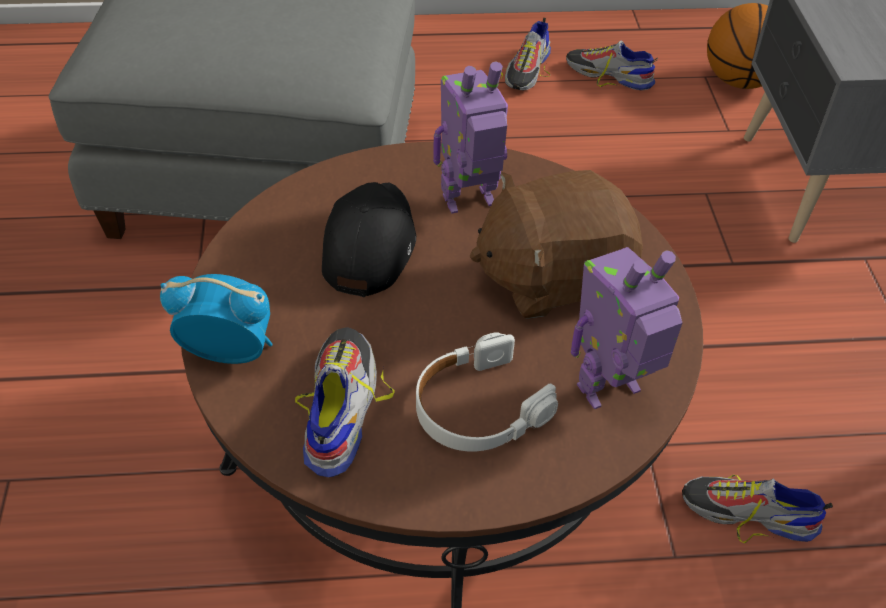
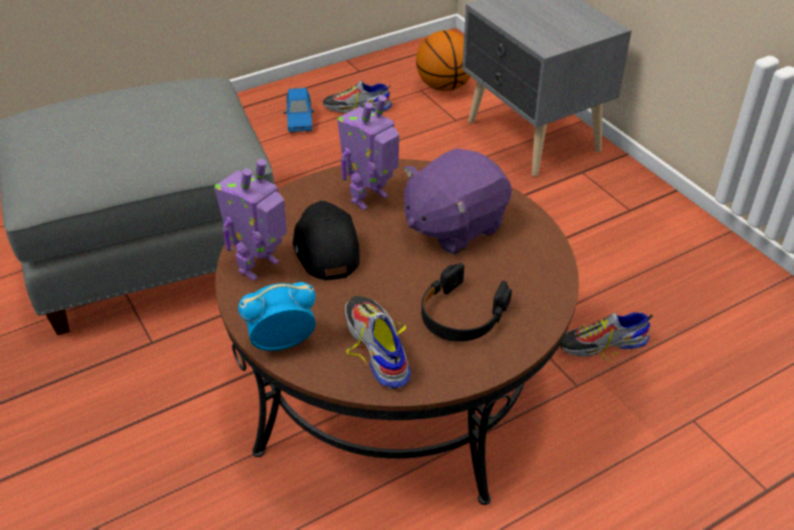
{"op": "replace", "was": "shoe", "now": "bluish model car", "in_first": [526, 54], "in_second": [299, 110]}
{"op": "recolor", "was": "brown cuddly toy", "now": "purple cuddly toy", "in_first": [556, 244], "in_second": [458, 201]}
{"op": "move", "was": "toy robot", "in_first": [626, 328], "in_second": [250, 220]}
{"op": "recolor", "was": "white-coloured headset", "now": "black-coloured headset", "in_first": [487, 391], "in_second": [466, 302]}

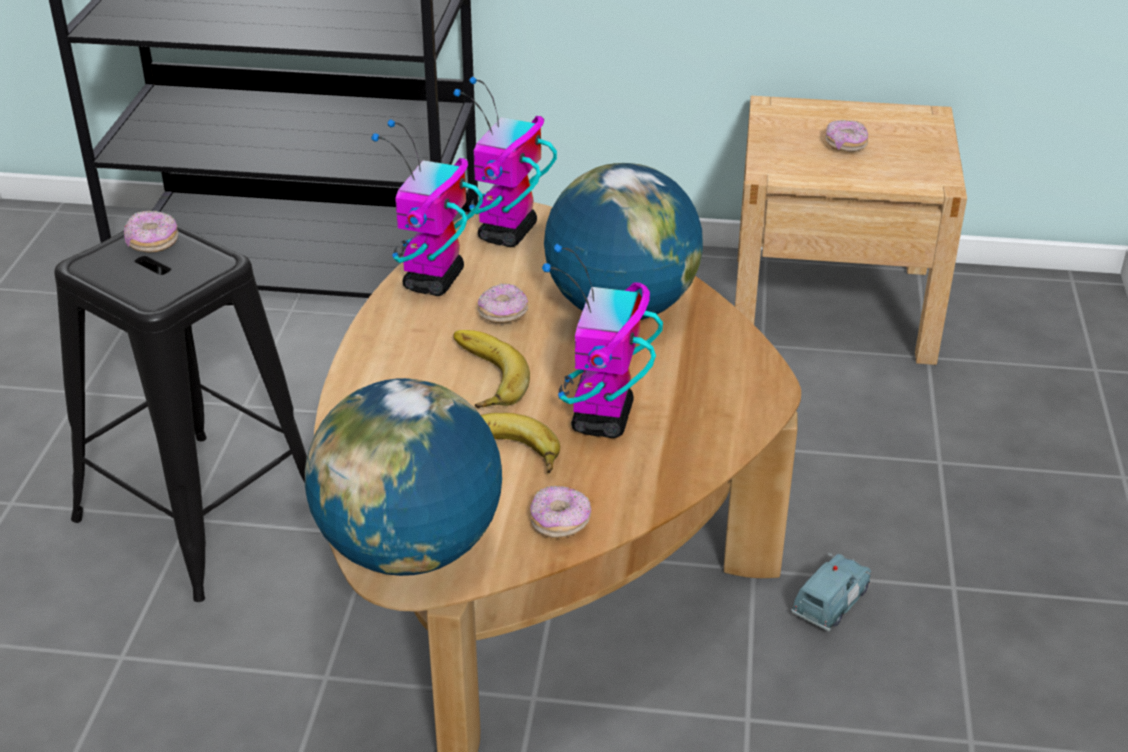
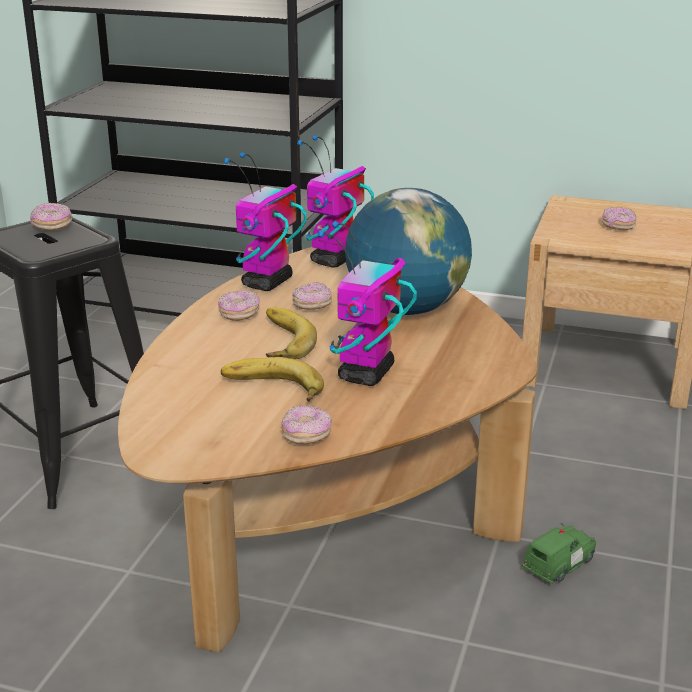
{"op": "delete", "was": "desk globe", "in_first": [403, 477]}
{"op": "recolor", "was": "bluish model car", "now": "greenish model car", "in_first": [831, 592], "in_second": [559, 553]}
{"op": "insert", "now": "donut", "in_second": [239, 306]}

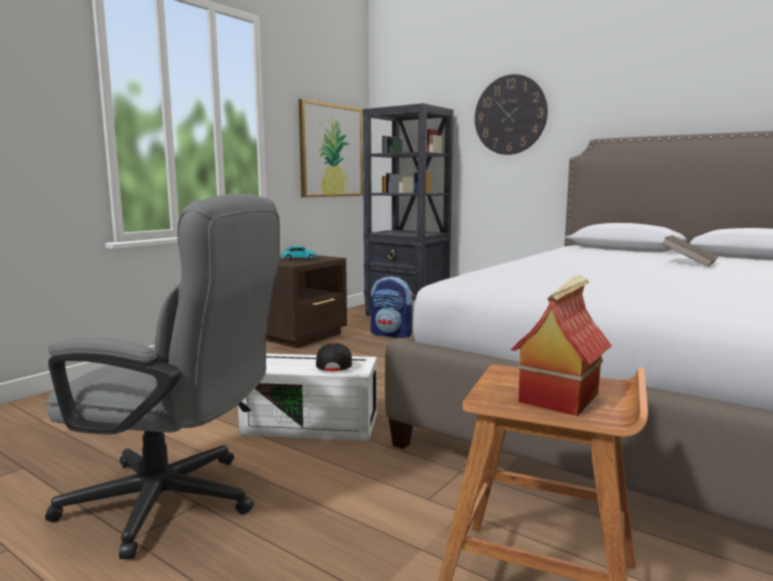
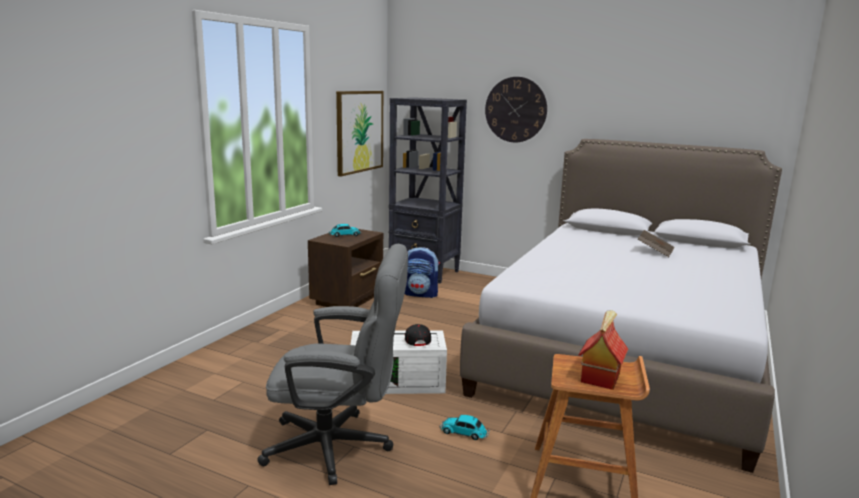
{"op": "insert", "now": "model car", "in_second": [464, 427]}

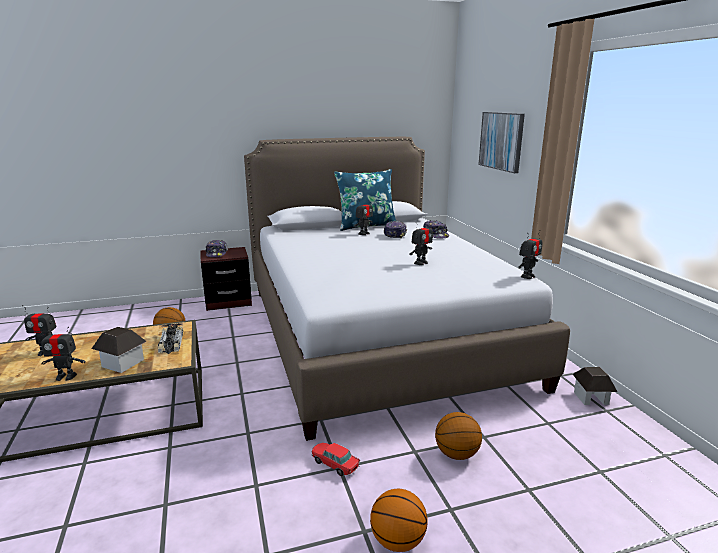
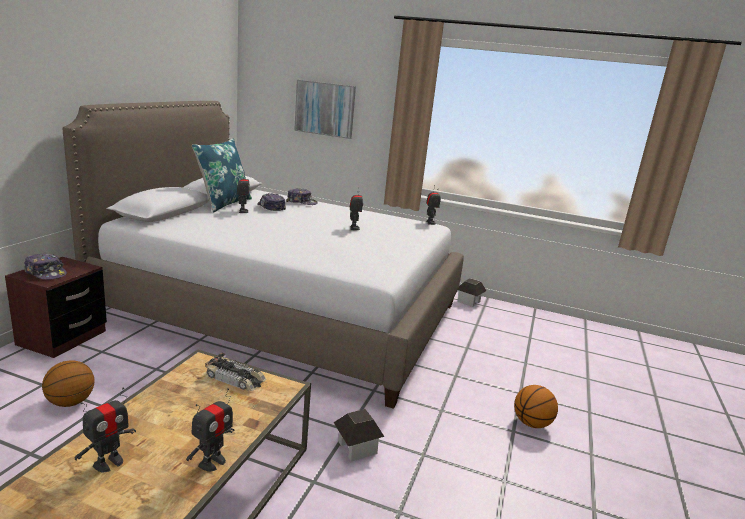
{"op": "move", "was": "model house", "in_first": [119, 350], "in_second": [359, 435]}
{"op": "delete", "was": "ball for basketball", "in_first": [458, 436]}
{"op": "delete", "was": "model car", "in_first": [335, 459]}

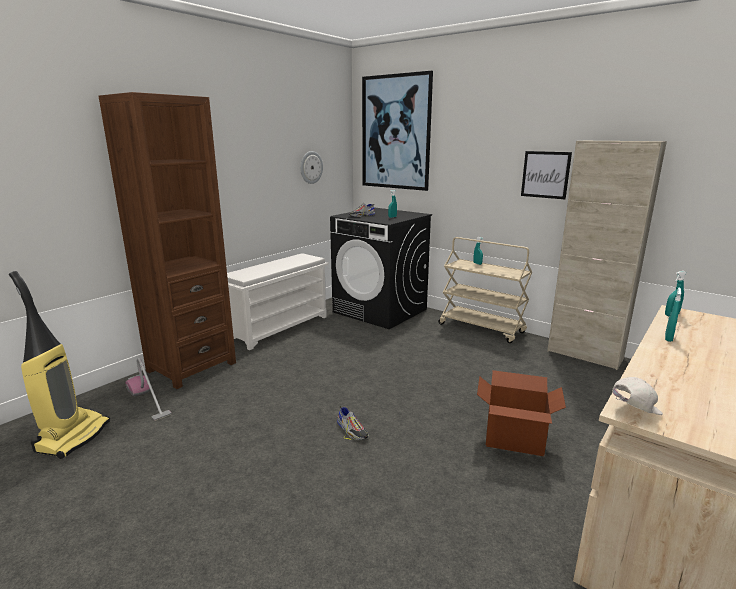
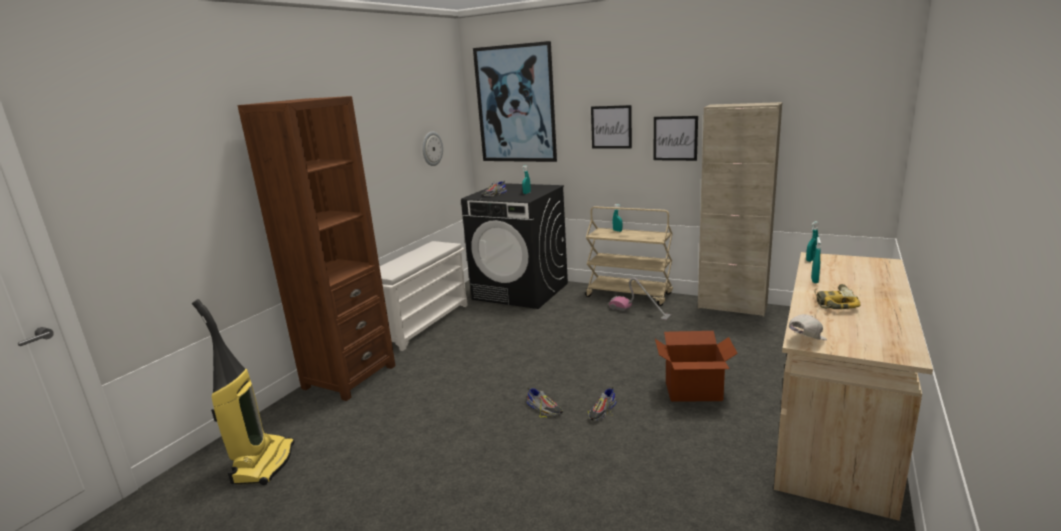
{"op": "move", "was": "hoover", "in_first": [148, 389], "in_second": [640, 299]}
{"op": "insert", "now": "picture", "in_second": [611, 126]}
{"op": "insert", "now": "drill", "in_second": [837, 296]}
{"op": "insert", "now": "shoe", "in_second": [602, 404]}

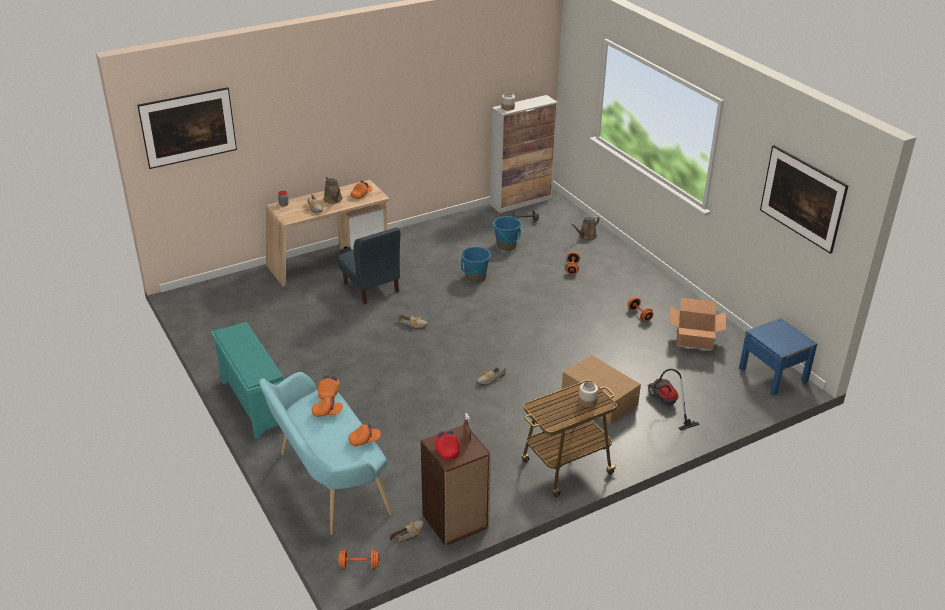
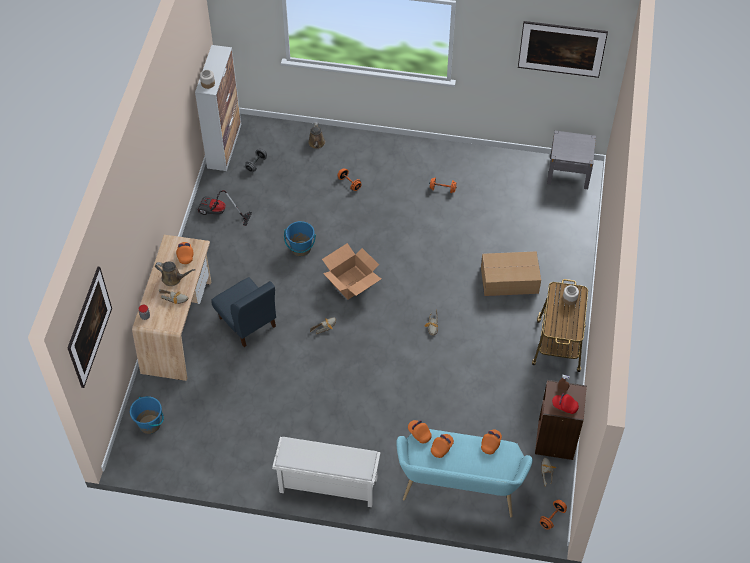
{"op": "move", "was": "bluish pail", "in_first": [507, 233], "in_second": [147, 415]}
{"op": "rotate", "was": "bluish chair", "in_first": [369, 265], "in_second": [244, 312], "clockwise": 45}
{"op": "move", "was": "packing box", "in_first": [697, 324], "in_second": [351, 271]}
{"op": "recolor", "was": "bluish nightstand", "now": "gray nightstand", "in_first": [778, 357], "in_second": [571, 160]}
{"op": "recolor", "was": "turquoise shoe rack", "now": "white-coloured shoe rack", "in_first": [248, 380], "in_second": [326, 472]}
{"op": "move", "was": "hoover", "in_first": [674, 400], "in_second": [225, 208]}

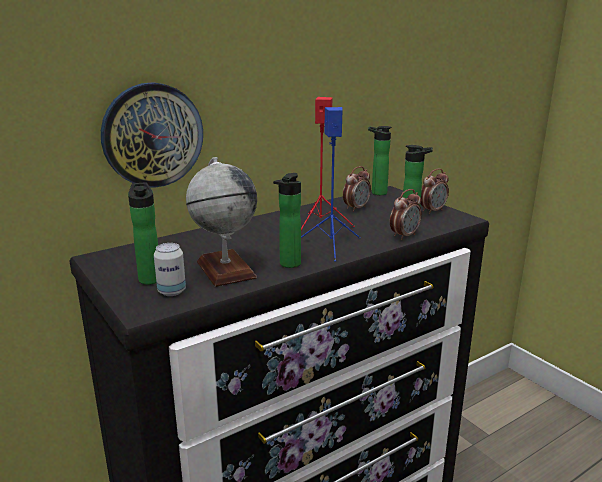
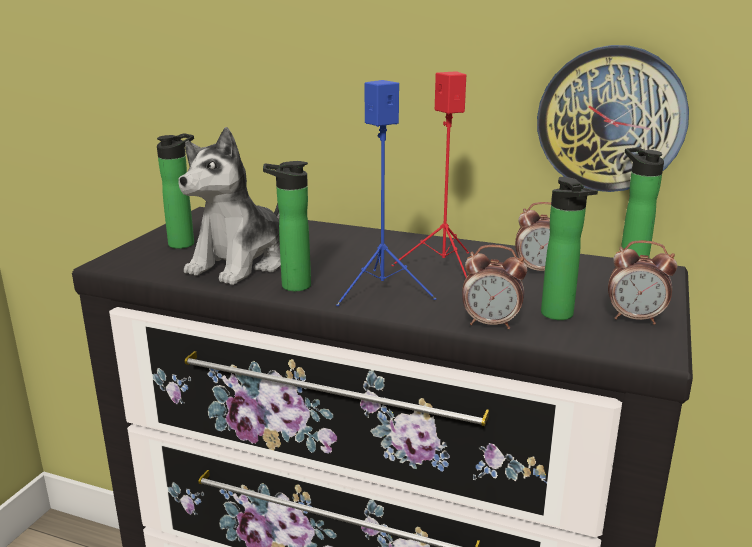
{"op": "move", "was": "clock on the wall", "in_first": [152, 135], "in_second": [613, 118]}
{"op": "replace", "was": "desk globe", "now": "cuddly toy", "in_first": [221, 222], "in_second": [229, 206]}
{"op": "delete", "was": "sealed can", "in_first": [170, 269]}

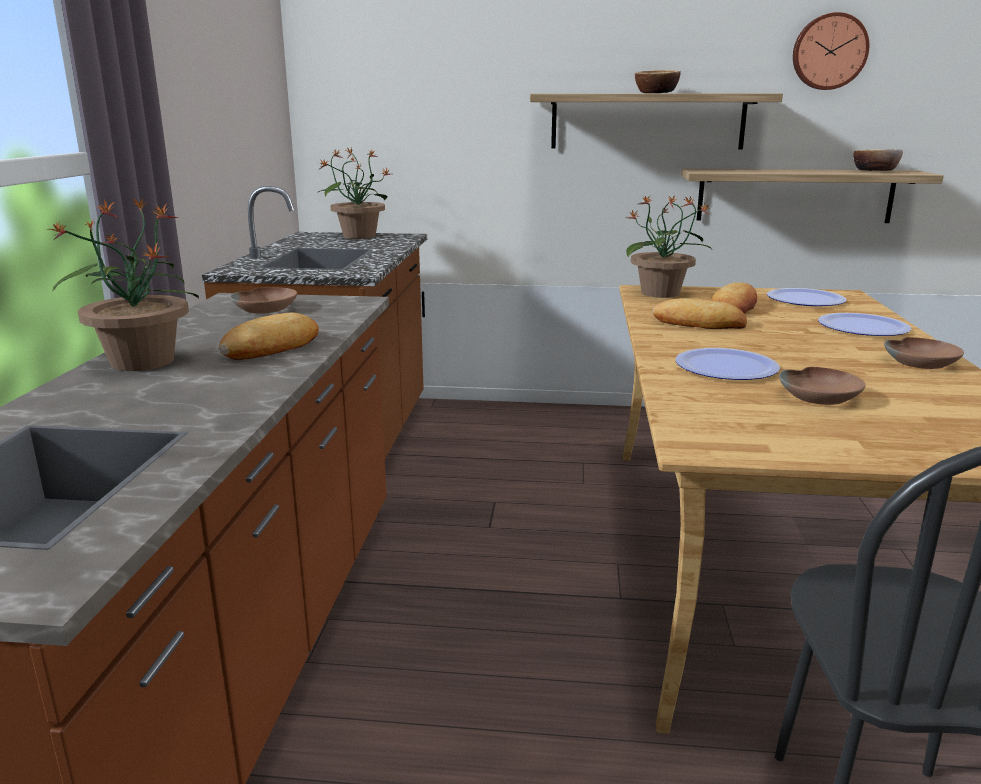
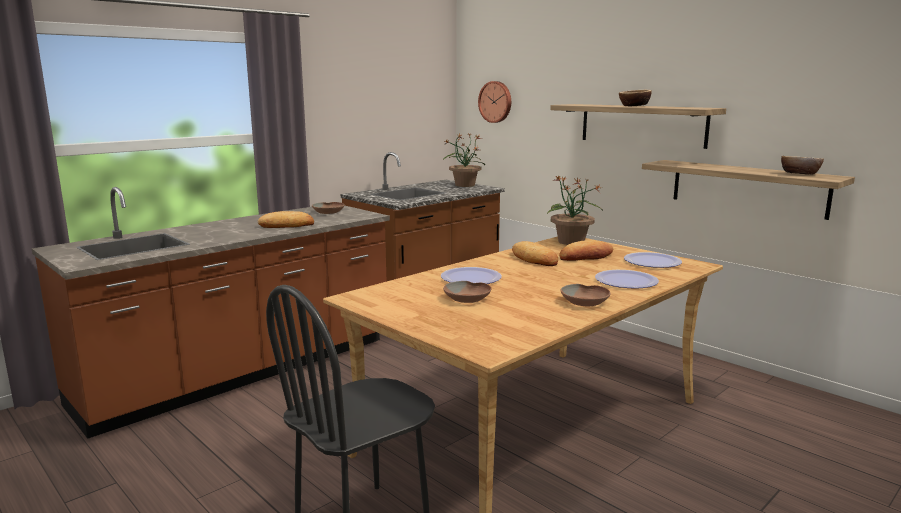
{"op": "move", "was": "clock on the wall", "in_first": [831, 51], "in_second": [494, 102]}
{"op": "delete", "was": "potted plant", "in_first": [123, 284]}

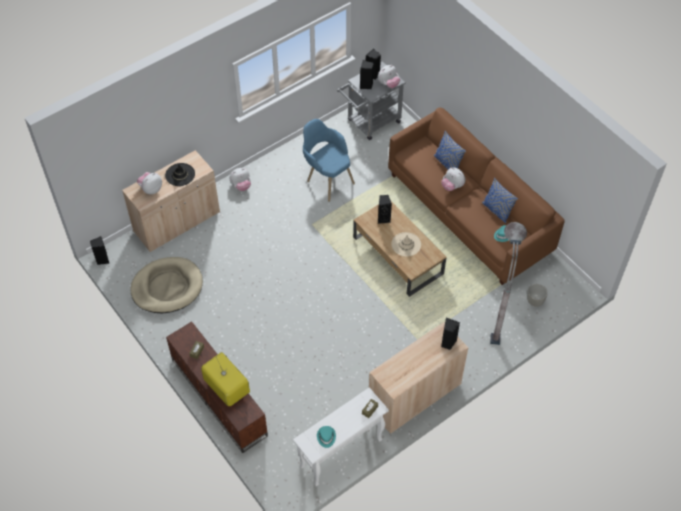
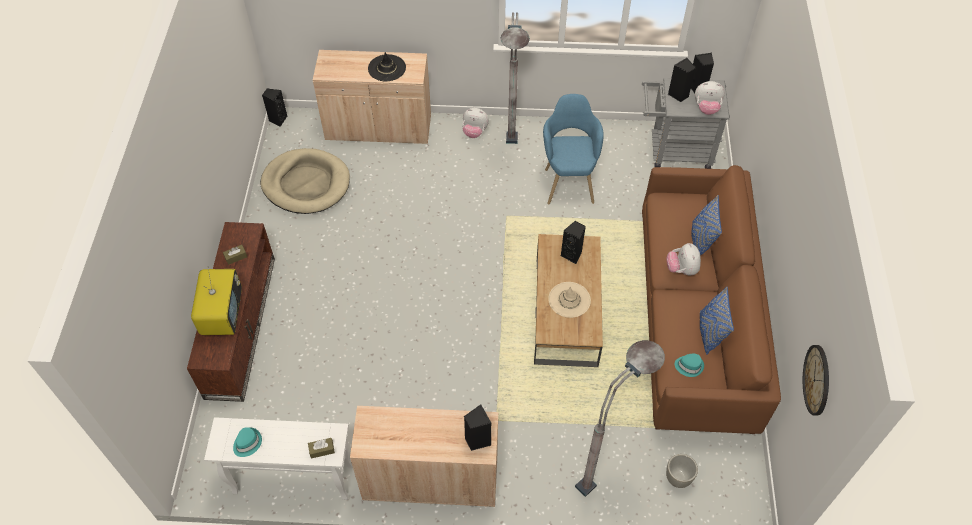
{"op": "delete", "was": "cuddly toy", "in_first": [149, 183]}
{"op": "insert", "now": "gray standing lamp", "in_second": [515, 78]}
{"op": "insert", "now": "clock on the wall", "in_second": [816, 380]}

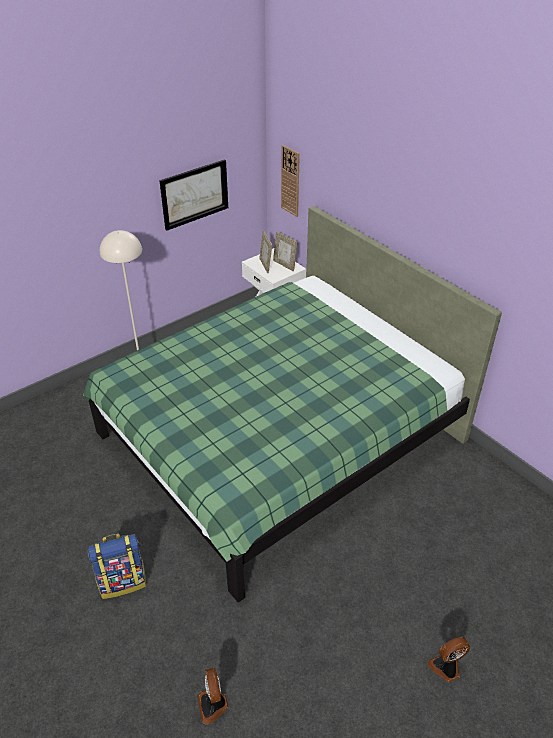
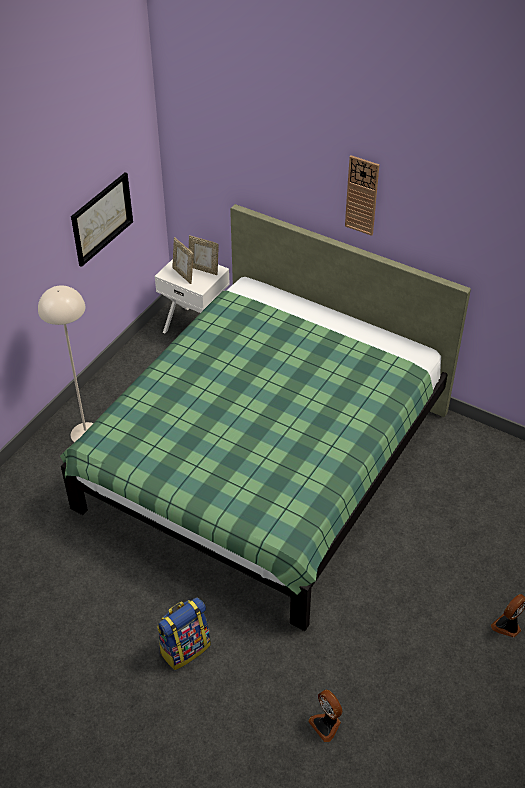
{"op": "move", "was": "clock on the wall", "in_first": [290, 181], "in_second": [362, 195]}

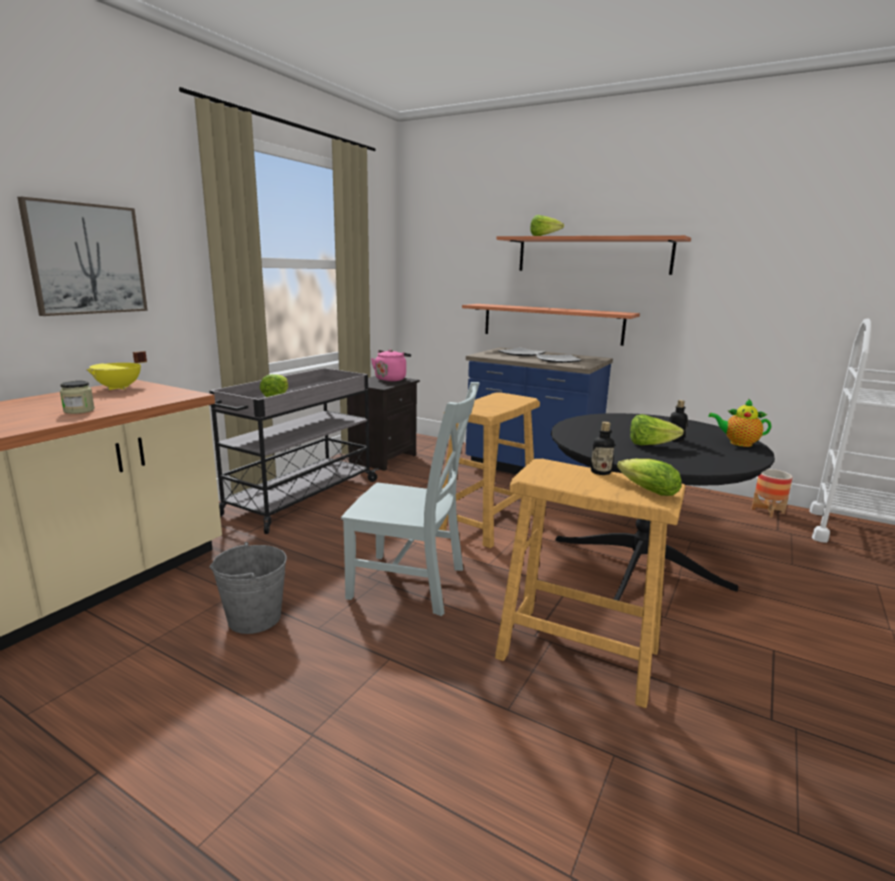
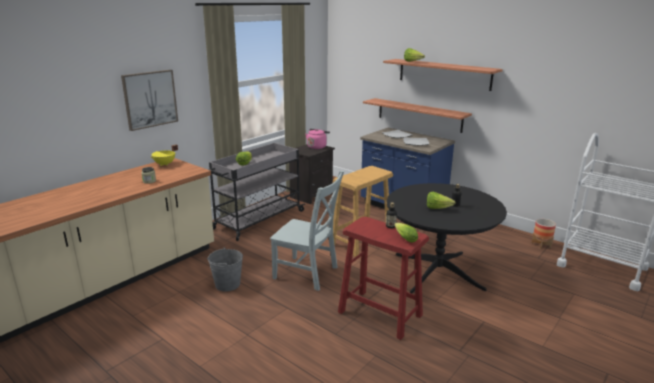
{"op": "delete", "was": "pot for tea", "in_first": [739, 422]}
{"op": "recolor", "was": "beige-coloured stool", "now": "red stool", "in_first": [590, 583], "in_second": [383, 278]}

